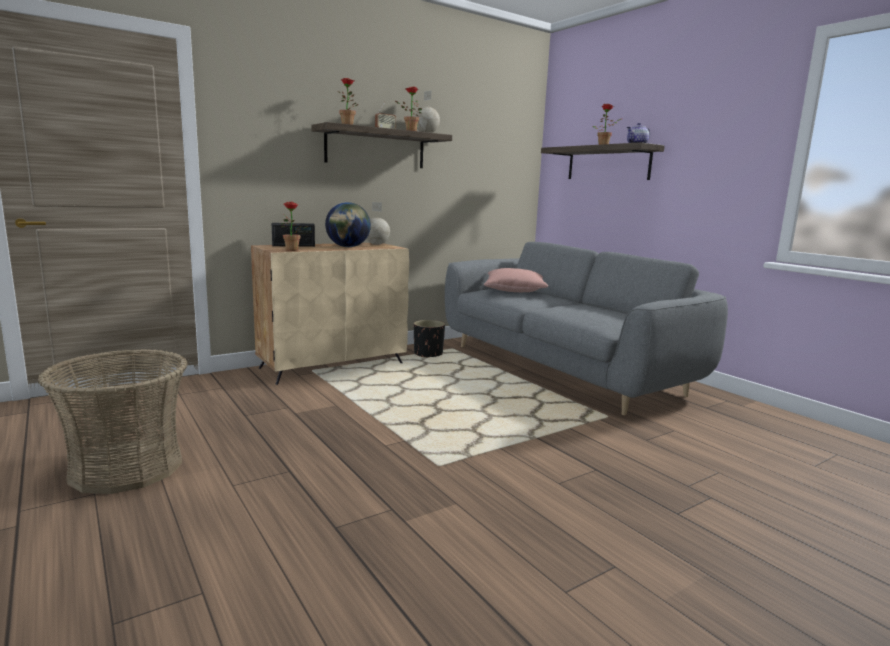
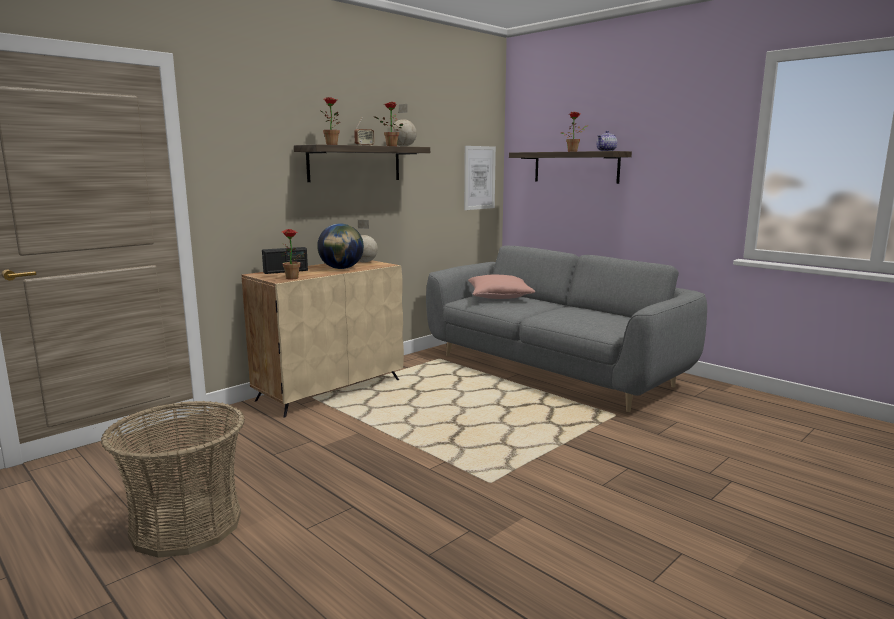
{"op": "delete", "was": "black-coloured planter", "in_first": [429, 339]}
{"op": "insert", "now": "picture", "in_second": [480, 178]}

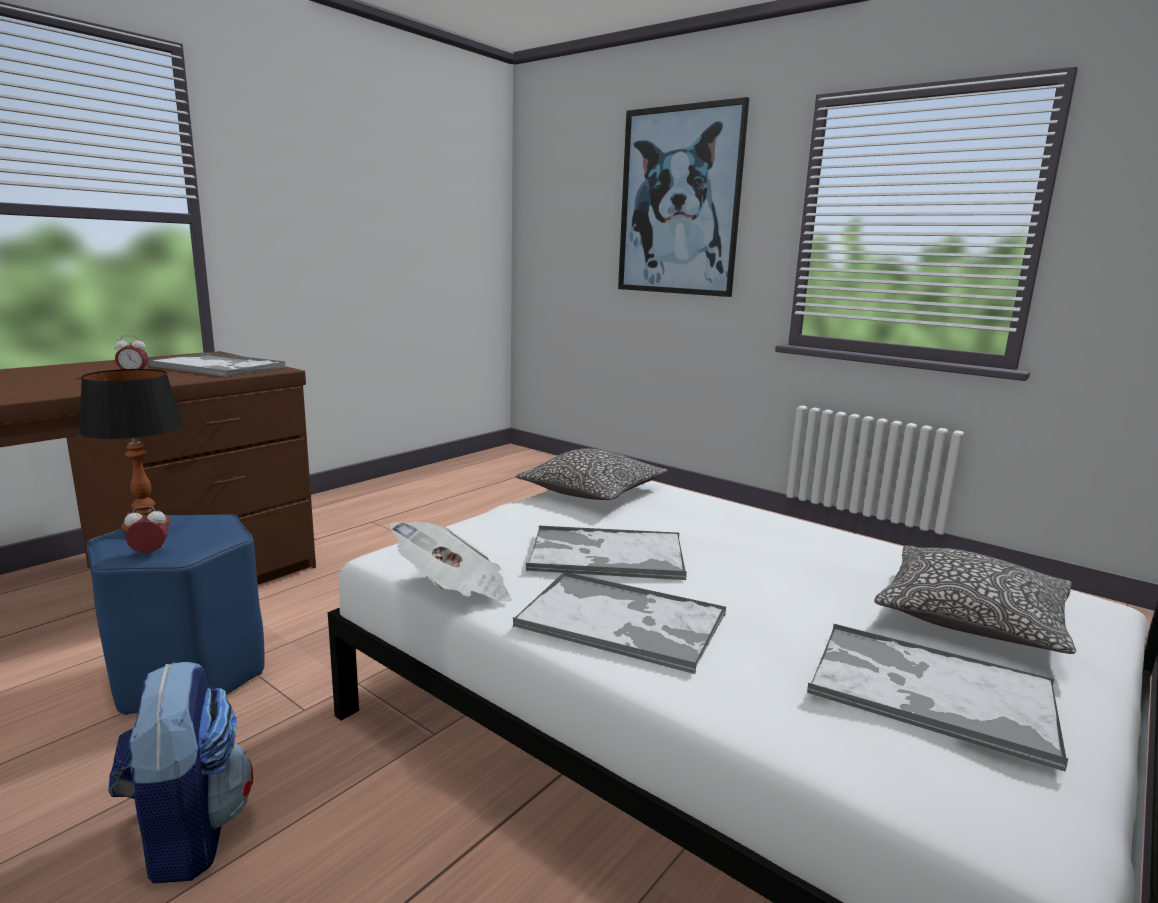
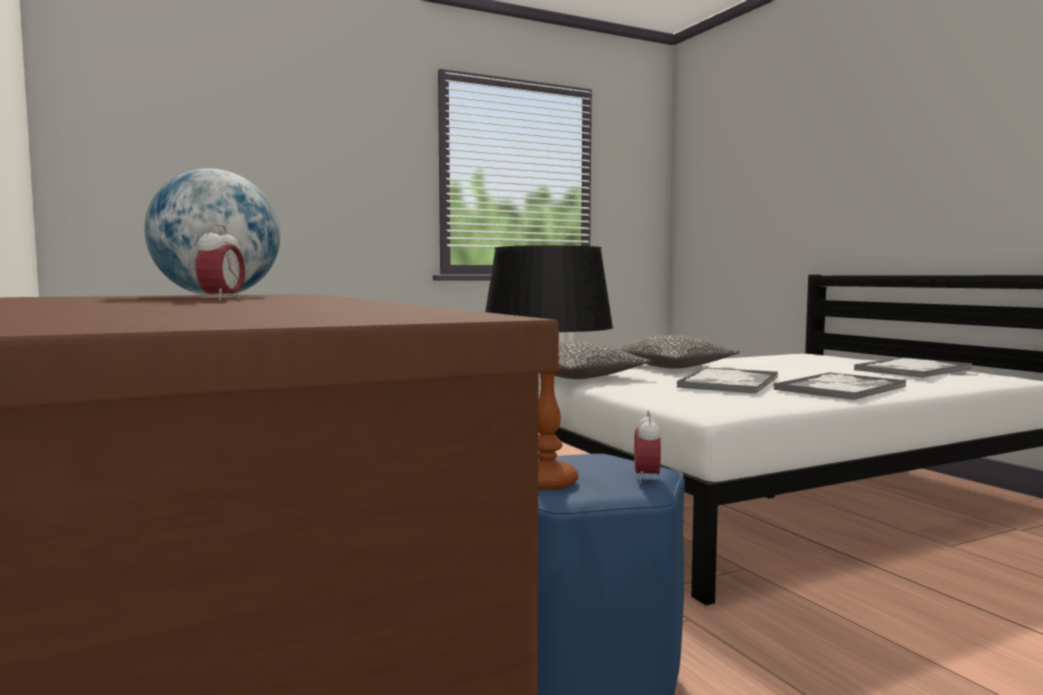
{"op": "delete", "was": "picture", "in_first": [683, 197]}
{"op": "replace", "was": "carrying tray", "now": "desk globe", "in_first": [216, 364], "in_second": [212, 232]}
{"op": "delete", "was": "printed paper", "in_first": [450, 561]}
{"op": "move", "was": "pillow", "in_first": [975, 599], "in_second": [678, 352]}
{"op": "delete", "was": "knapsack", "in_first": [181, 772]}

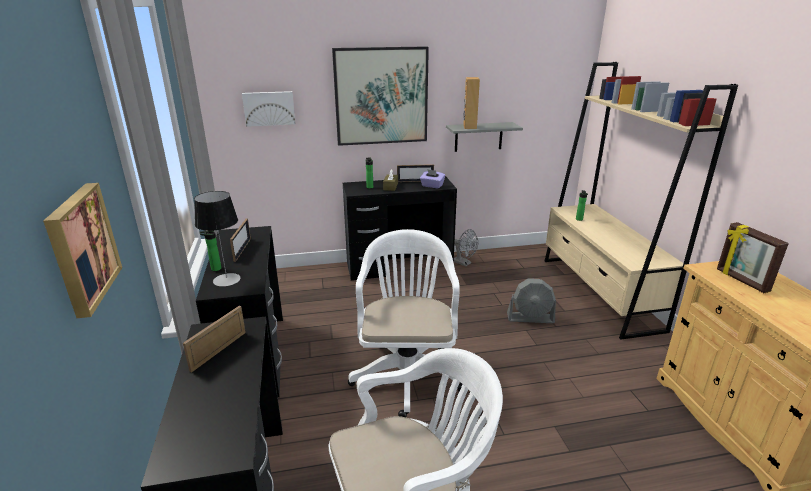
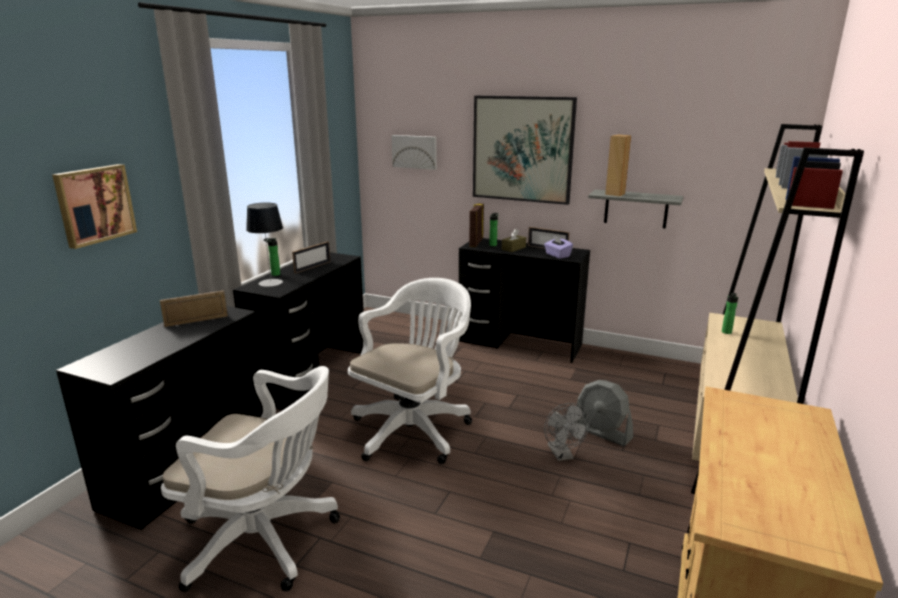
{"op": "move", "was": "picture frame", "in_first": [753, 257], "in_second": [476, 225]}
{"op": "move", "was": "gray electric fan", "in_first": [466, 248], "in_second": [567, 432]}

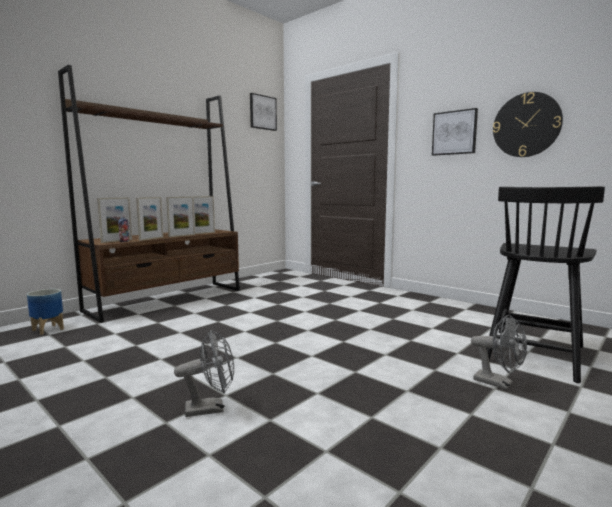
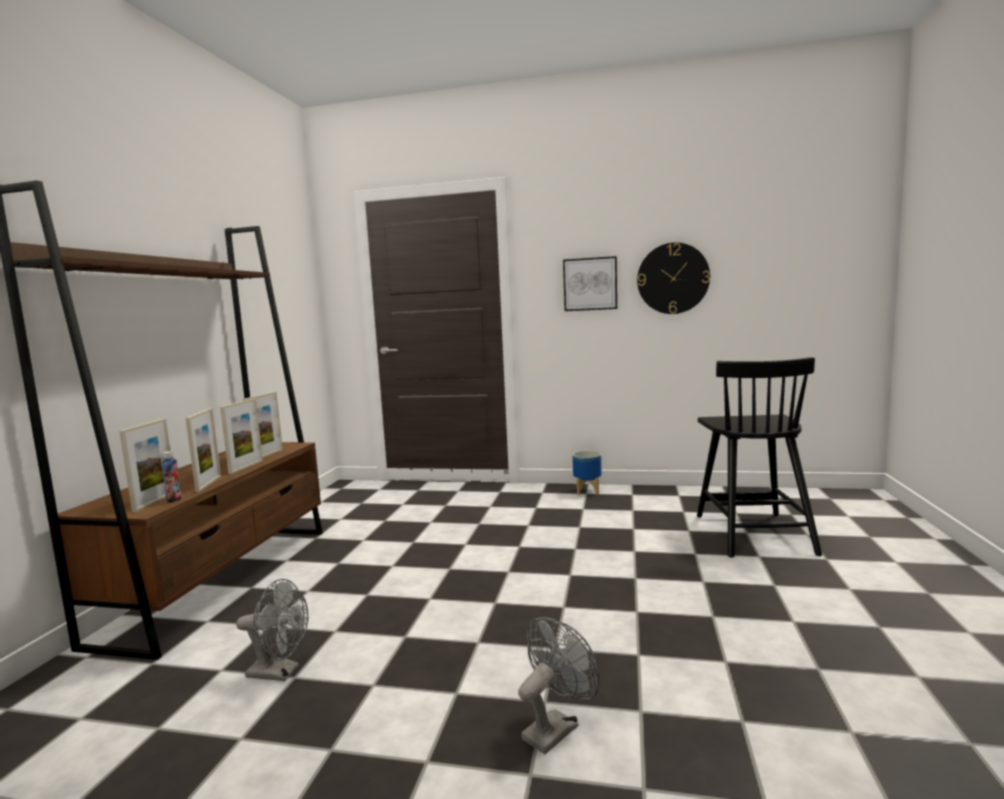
{"op": "delete", "was": "picture", "in_first": [263, 112]}
{"op": "move", "was": "planter", "in_first": [45, 312], "in_second": [587, 472]}
{"op": "move", "was": "gray electric fan", "in_first": [499, 352], "in_second": [272, 630]}

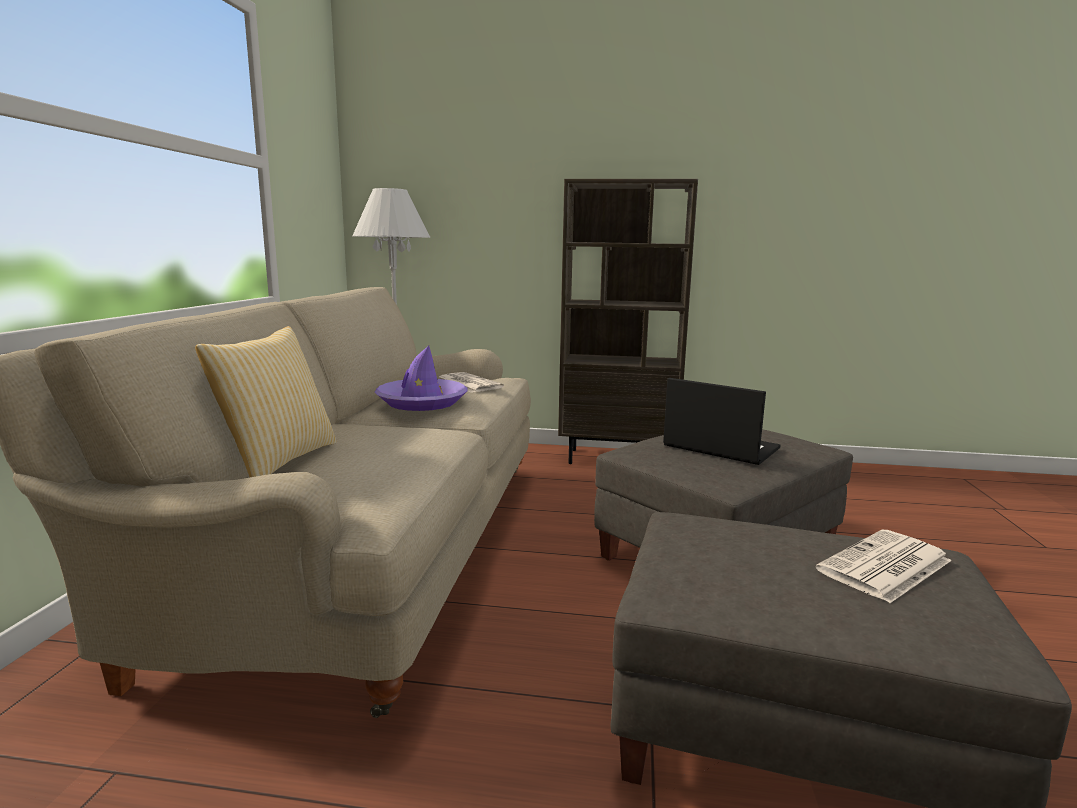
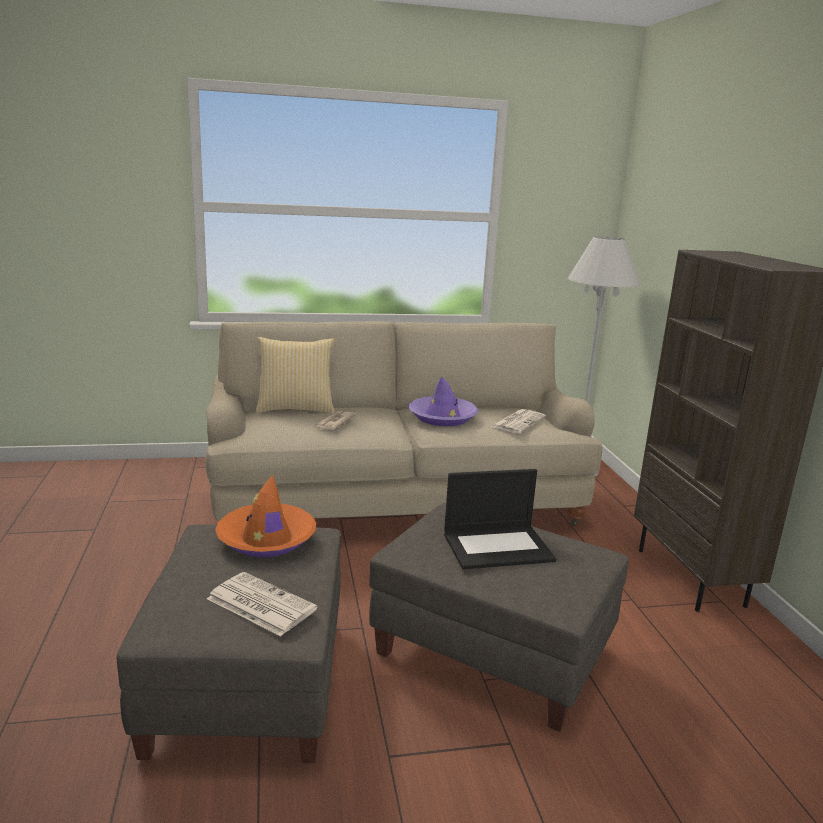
{"op": "rotate", "was": "portable computer", "in_first": [722, 421], "in_second": [500, 519], "clockwise": 60}
{"op": "insert", "now": "printed paper", "in_second": [335, 420]}
{"op": "insert", "now": "orange-coloured wearable hat", "in_second": [265, 516]}

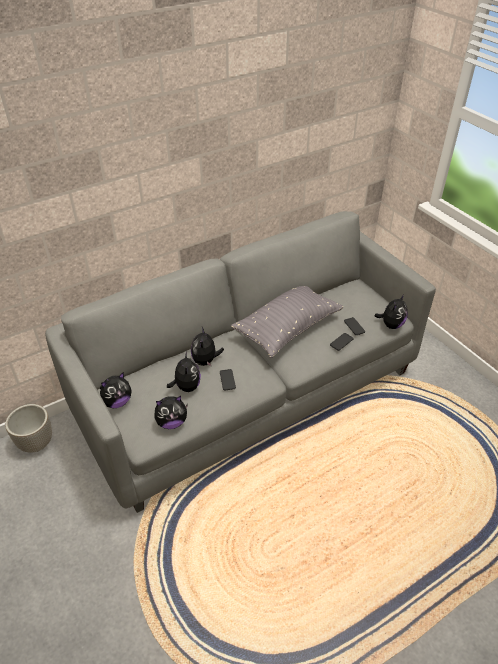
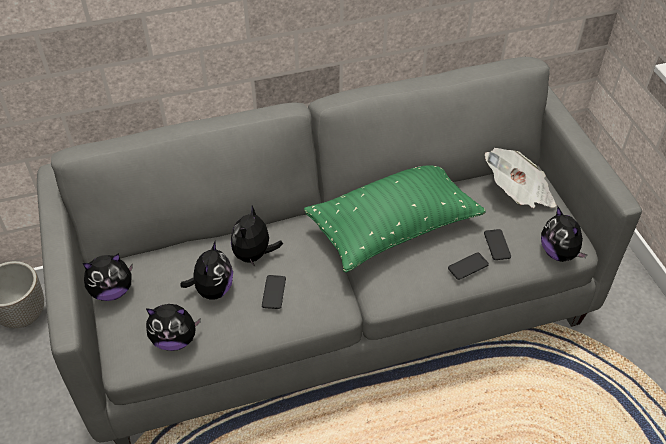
{"op": "recolor", "was": "gray pillow", "now": "greenish pillow", "in_first": [287, 322], "in_second": [395, 219]}
{"op": "rotate", "was": "cuddly toy", "in_first": [391, 312], "in_second": [564, 234], "clockwise": 105}
{"op": "insert", "now": "printed paper", "in_second": [520, 178]}

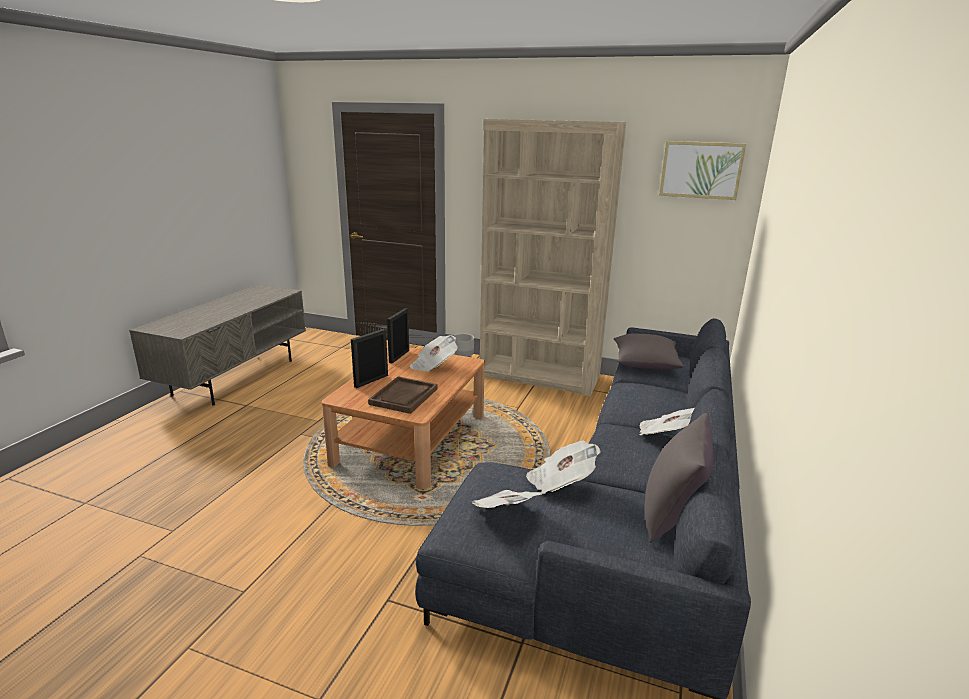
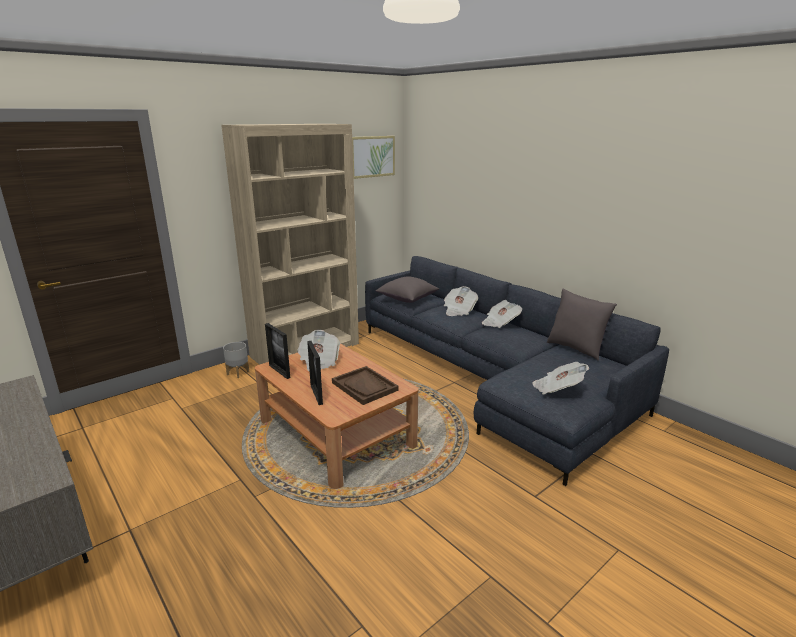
{"op": "move", "was": "printed paper", "in_first": [563, 467], "in_second": [461, 301]}

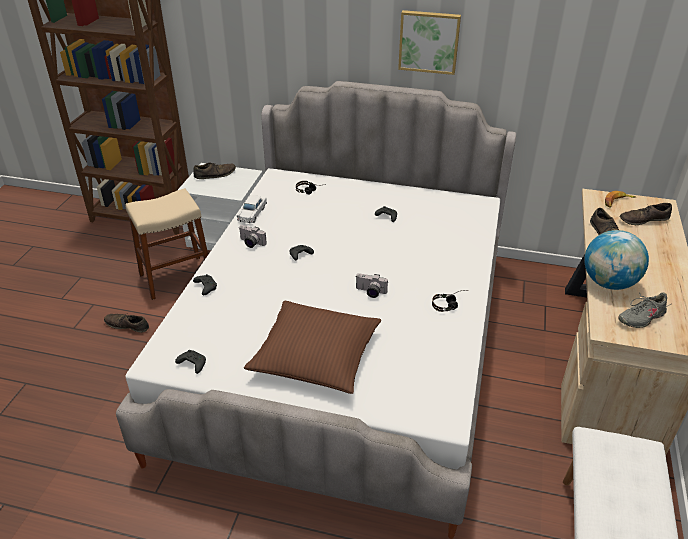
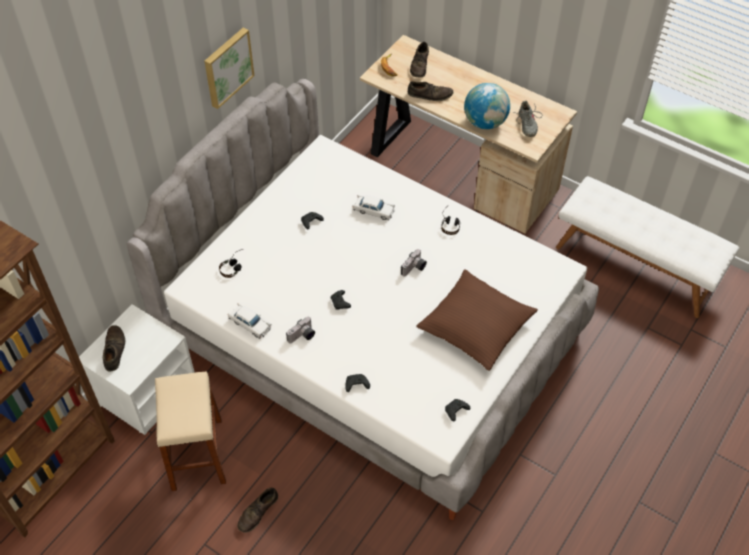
{"op": "insert", "now": "white-coloured model car", "in_second": [374, 207]}

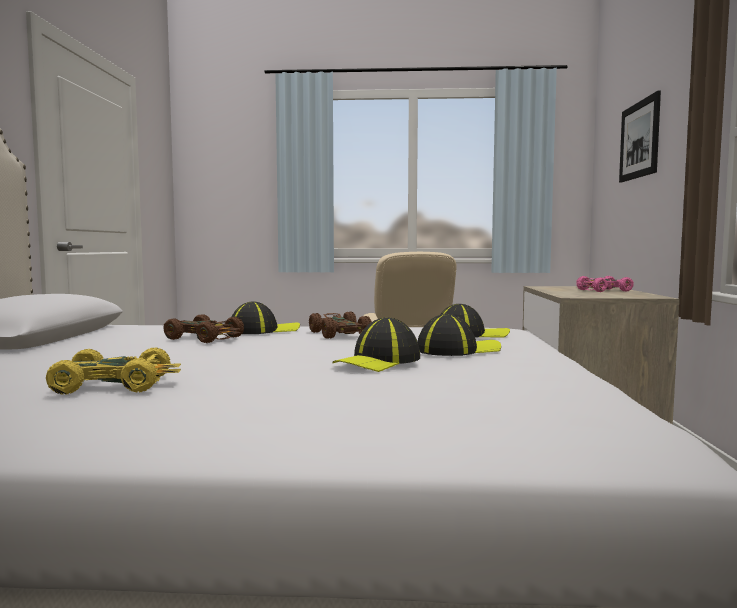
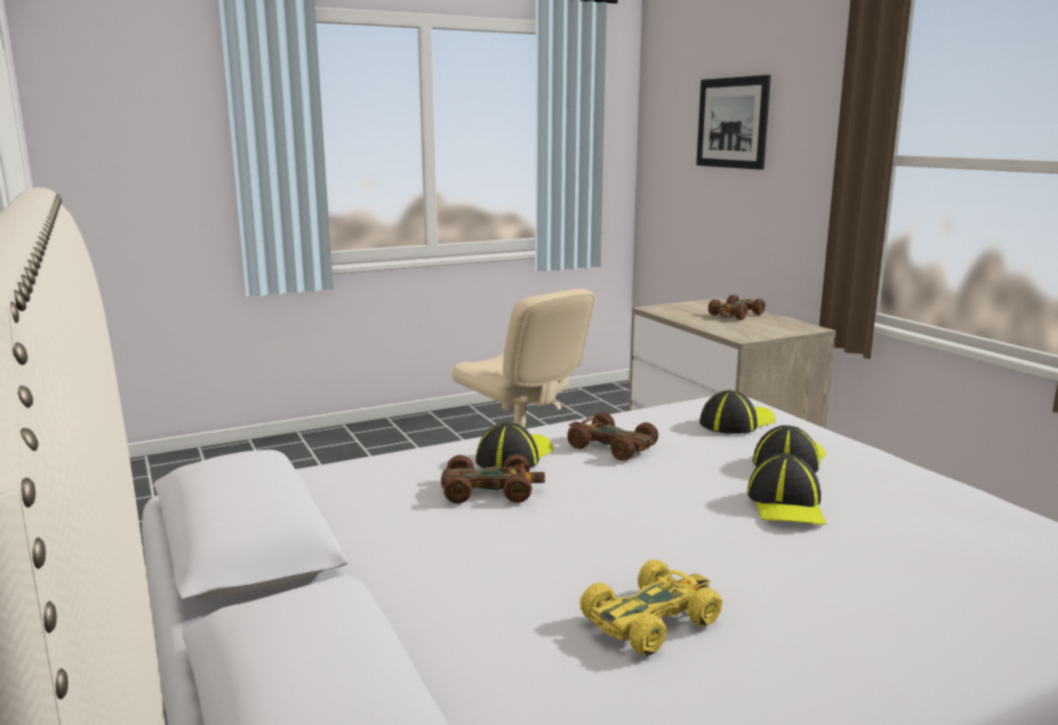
{"op": "recolor", "was": "pinkish model car", "now": "brown model car", "in_first": [605, 284], "in_second": [737, 307]}

